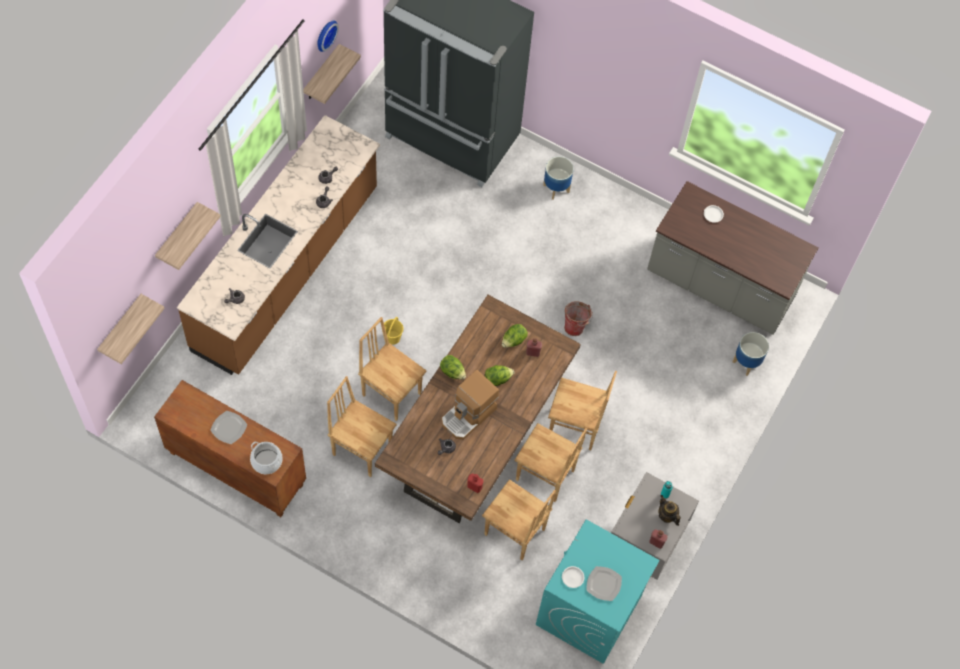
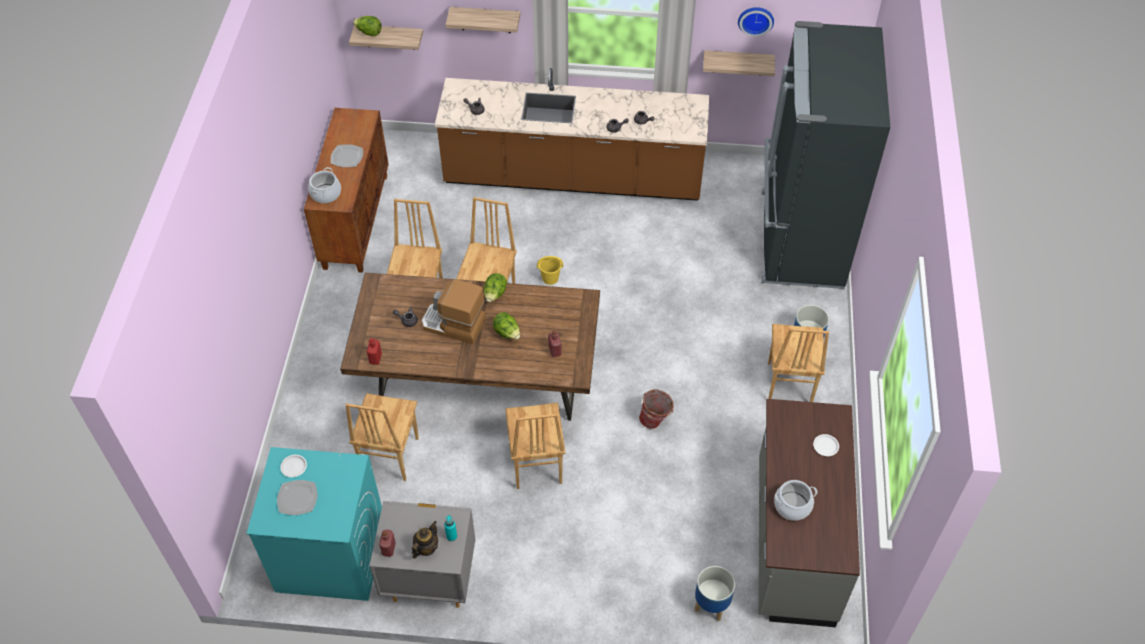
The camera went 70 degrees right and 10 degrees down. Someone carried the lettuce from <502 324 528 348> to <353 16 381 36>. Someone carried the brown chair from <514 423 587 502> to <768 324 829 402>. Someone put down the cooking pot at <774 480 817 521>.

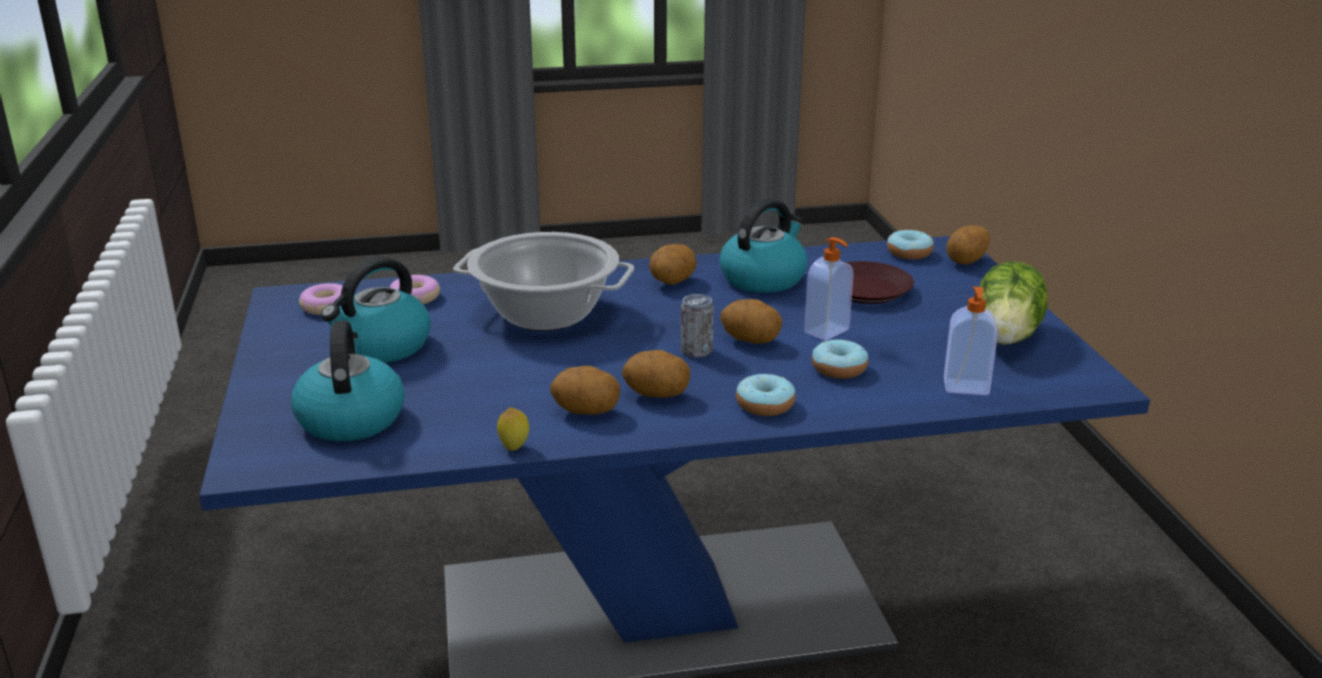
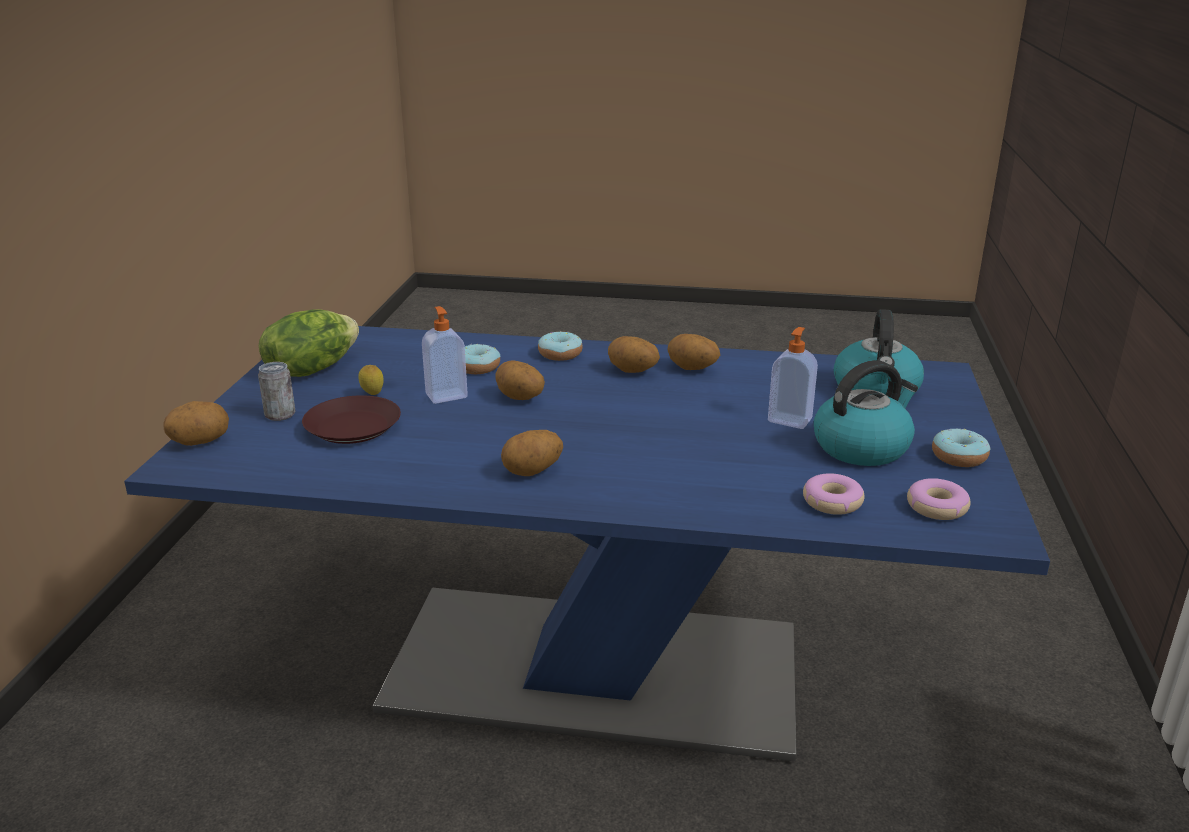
The camera went 160 degrees left and 0 degrees up. Someone took away the cooking pot at <453 232 634 331>. Someone carried the lemon from <497 407 529 451> to <358 365 384 395>. Someone carried the can from <681 294 714 358> to <258 362 296 421>. Someone took away the kettle at <720 199 807 293>. Someone carried the donut from <887 230 934 260> to <932 429 990 467>. Someone carried the soap dispenser from <944 287 998 395> to <768 327 818 429>.

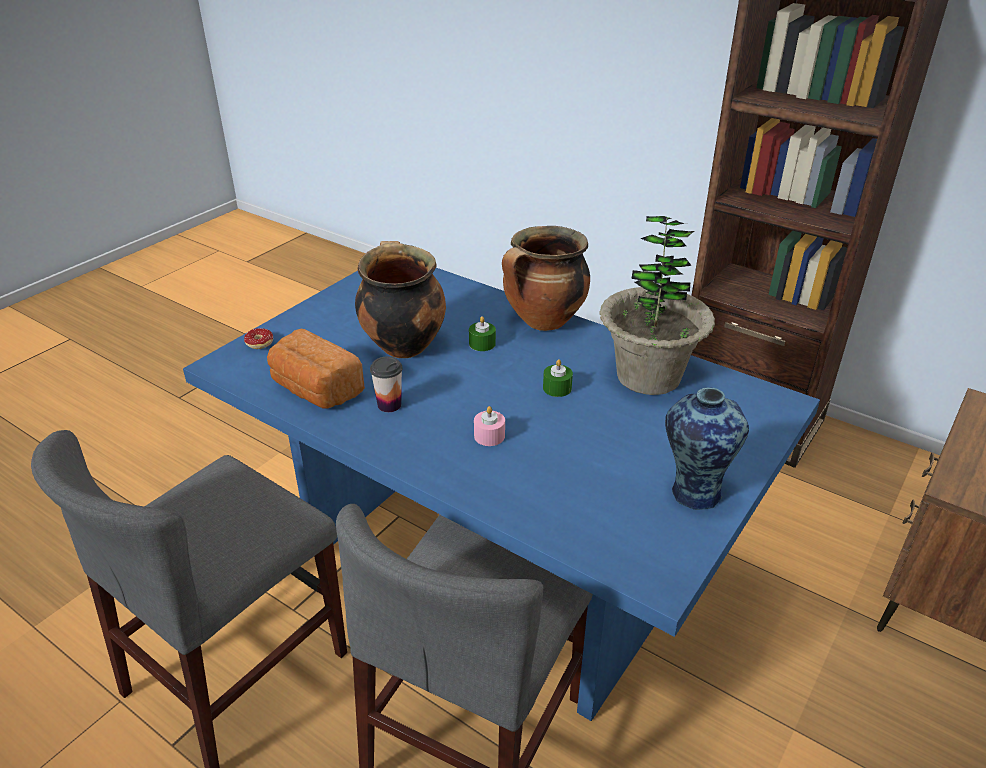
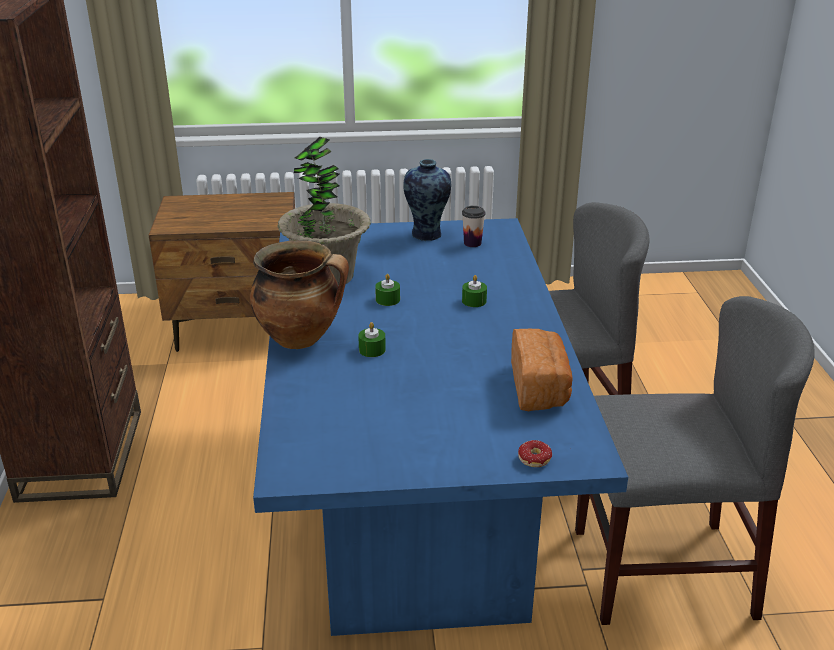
The camera went 130 degrees left and 5 degrees down. Someone took away the cooking pot at <355 241 446 358>. Someone carried the cup from <370 356 403 412> to <462 206 485 247>. Someone repainted the pink candle at <474 406 505 446>, which became the green candle at <462 275 487 307>.

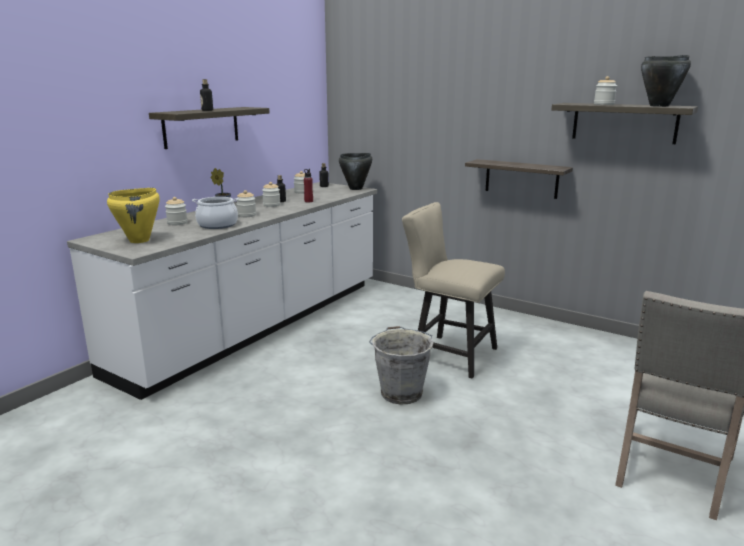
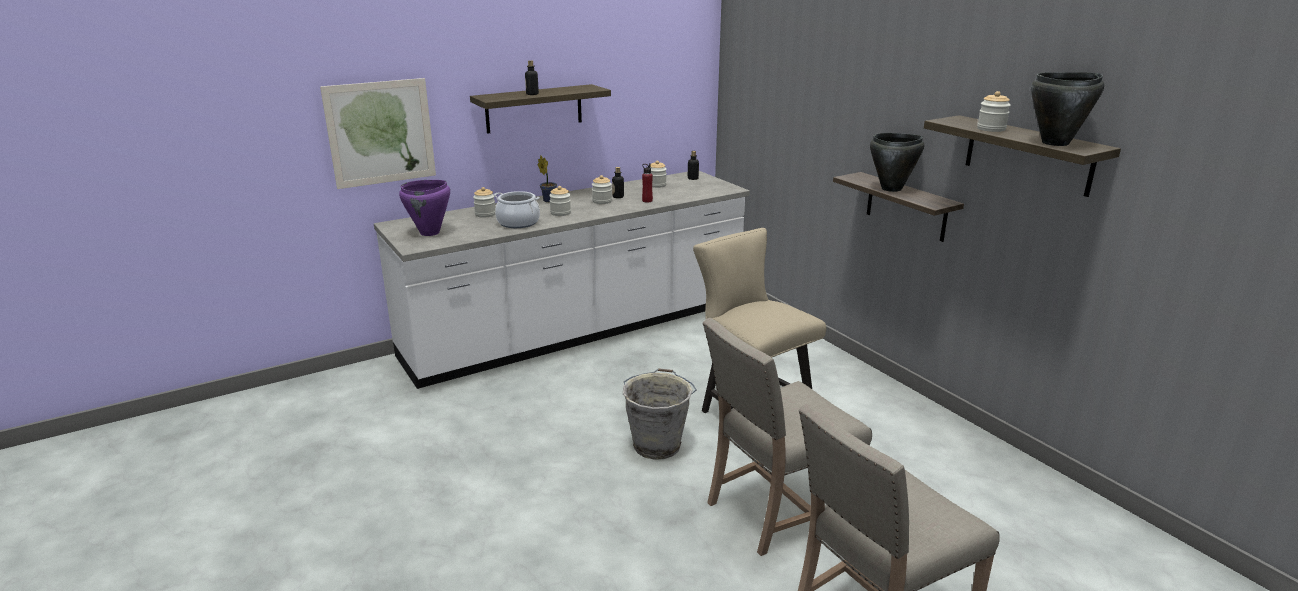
The camera went 25 degrees right and 5 degrees up. Someone repainted the yellow cooking pot at <107 188 160 243>, which became the purple cooking pot at <399 180 450 236>. Someone carried the black cooking pot from <339 153 372 190> to <870 133 924 192>. Someone put up the picture at <320 78 436 189>. Someone put down the beige chair at <703 318 872 556>.

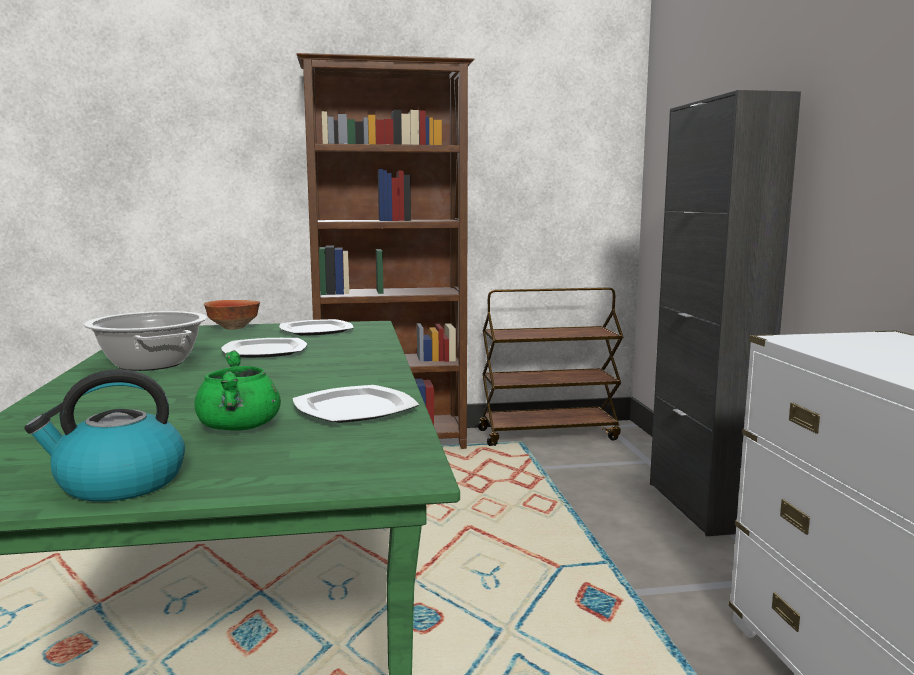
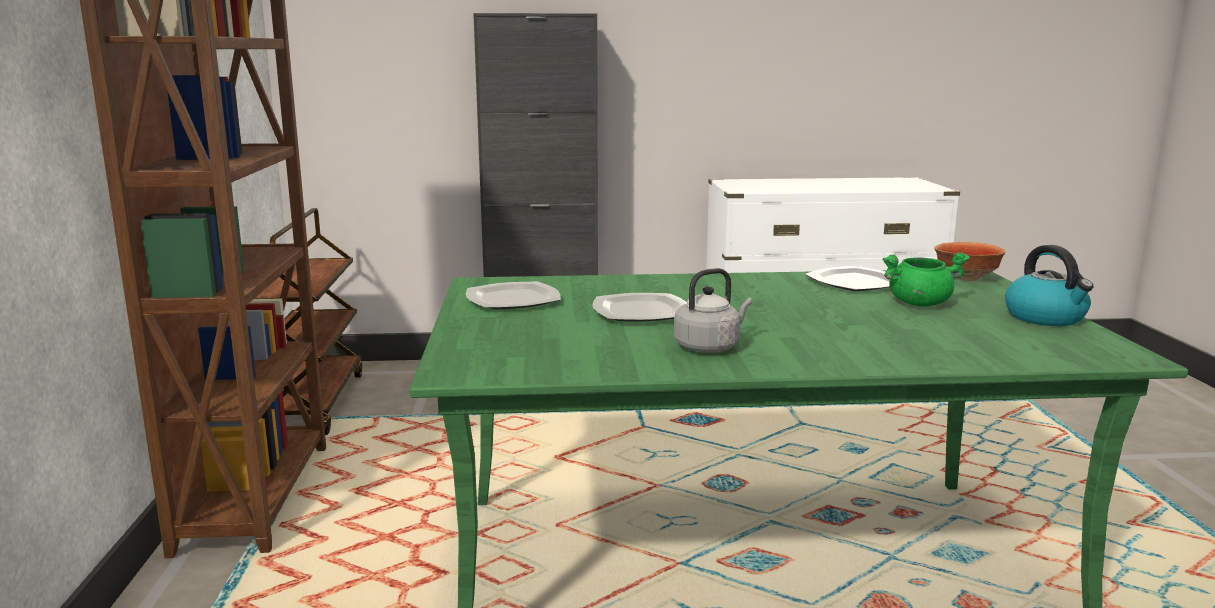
The camera went 85 degrees left and 5 degrees up. Someone swapped the cooking pot at <84 311 207 371> for the grey kettle at <674 268 753 353>. Someone carried the bowl from <204 300 260 330> to <934 242 1005 281>.

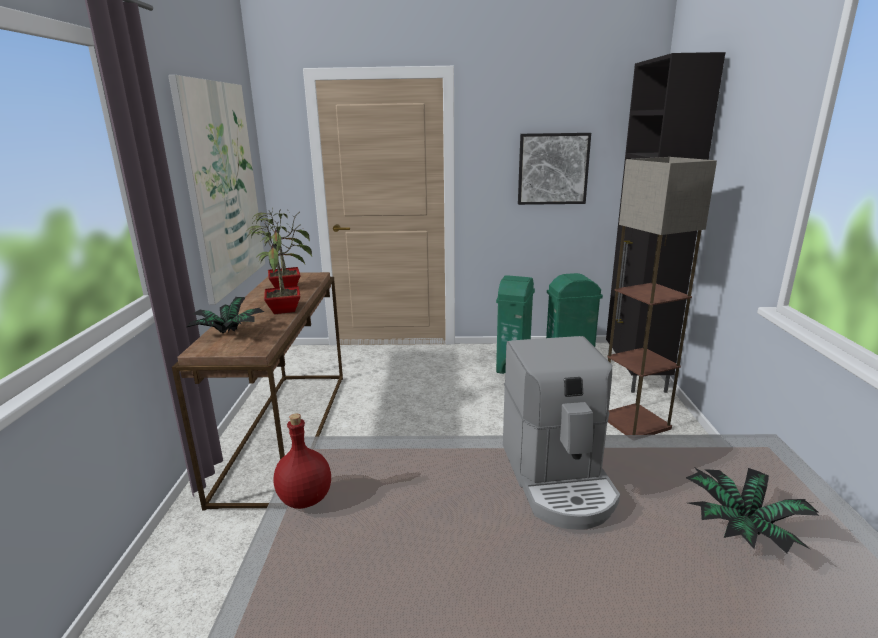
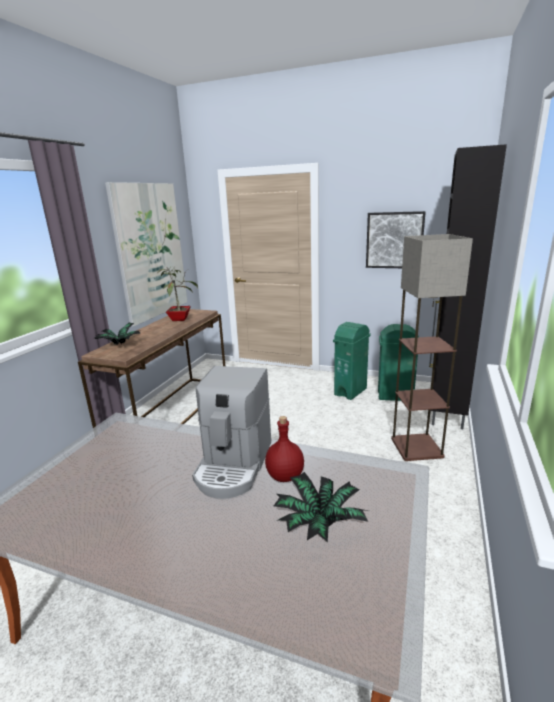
The camera went 20 degrees right and 0 degrees up. Someone took away the potted plant at <245 221 312 314>. Someone carried the red bottle from <274 413 331 509> to <265 416 304 482>.

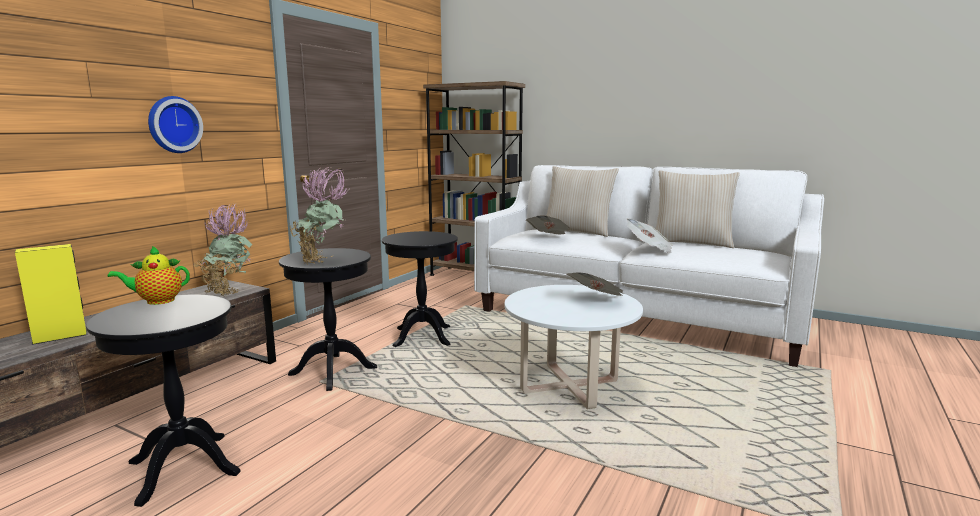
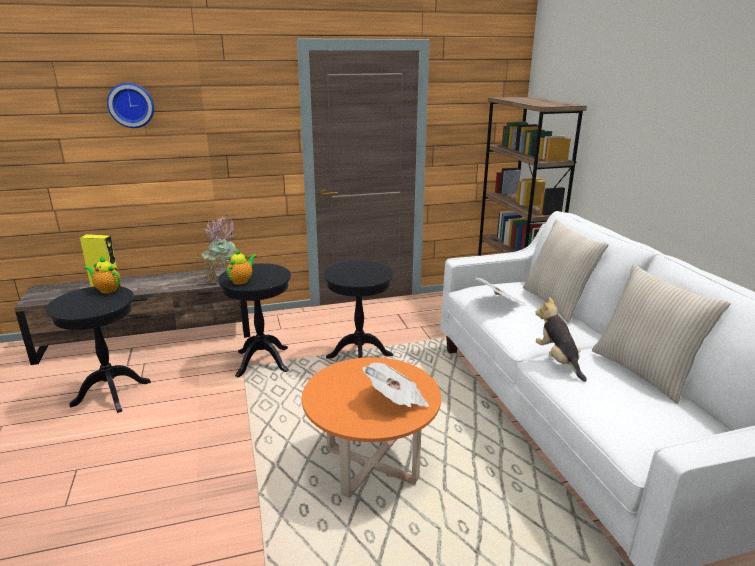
The camera went 45 degrees right and 10 degrees up. Someone carried the wall clock from <148 96 203 153> to <107 83 154 128>. Someone swapped the potted plant at <289 166 349 264> for the teapot at <227 249 257 285>. Someone repainted the white coffee table at <505 285 643 409>, which became the orange coffee table at <302 357 441 498>. Someone swapped the newspaper at <627 218 673 253> for the plush toy at <535 297 587 382>.

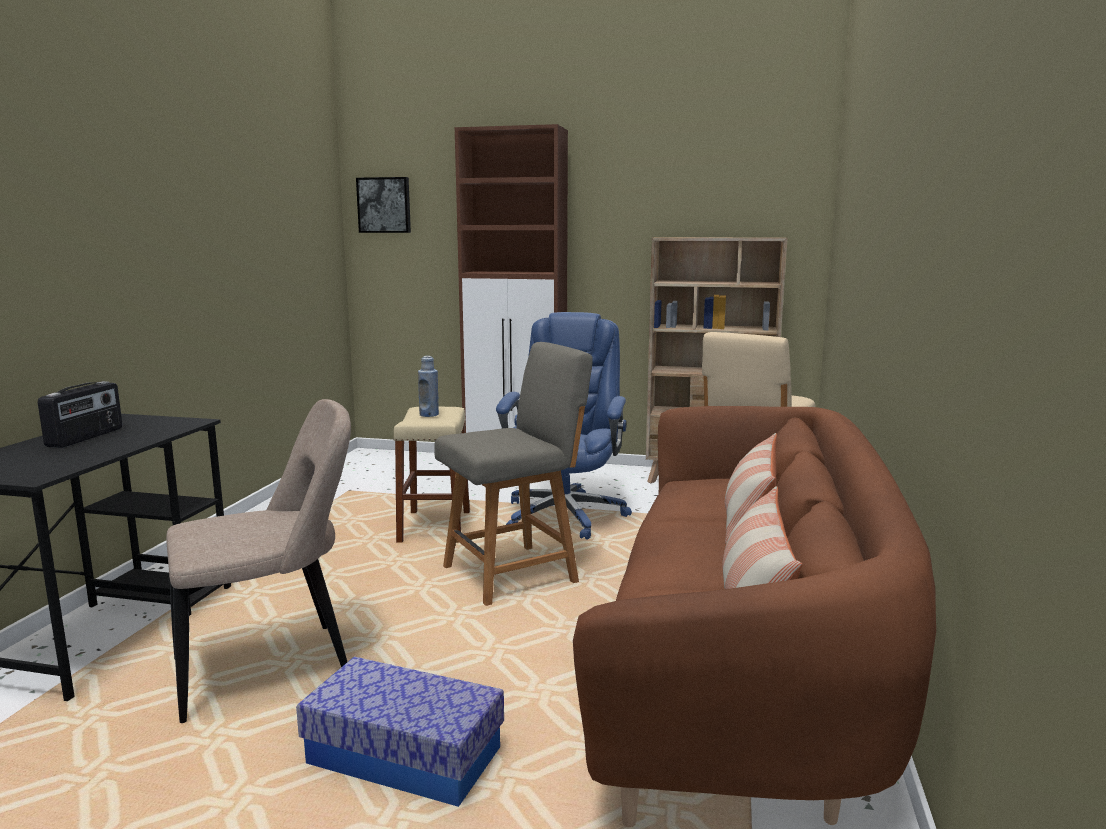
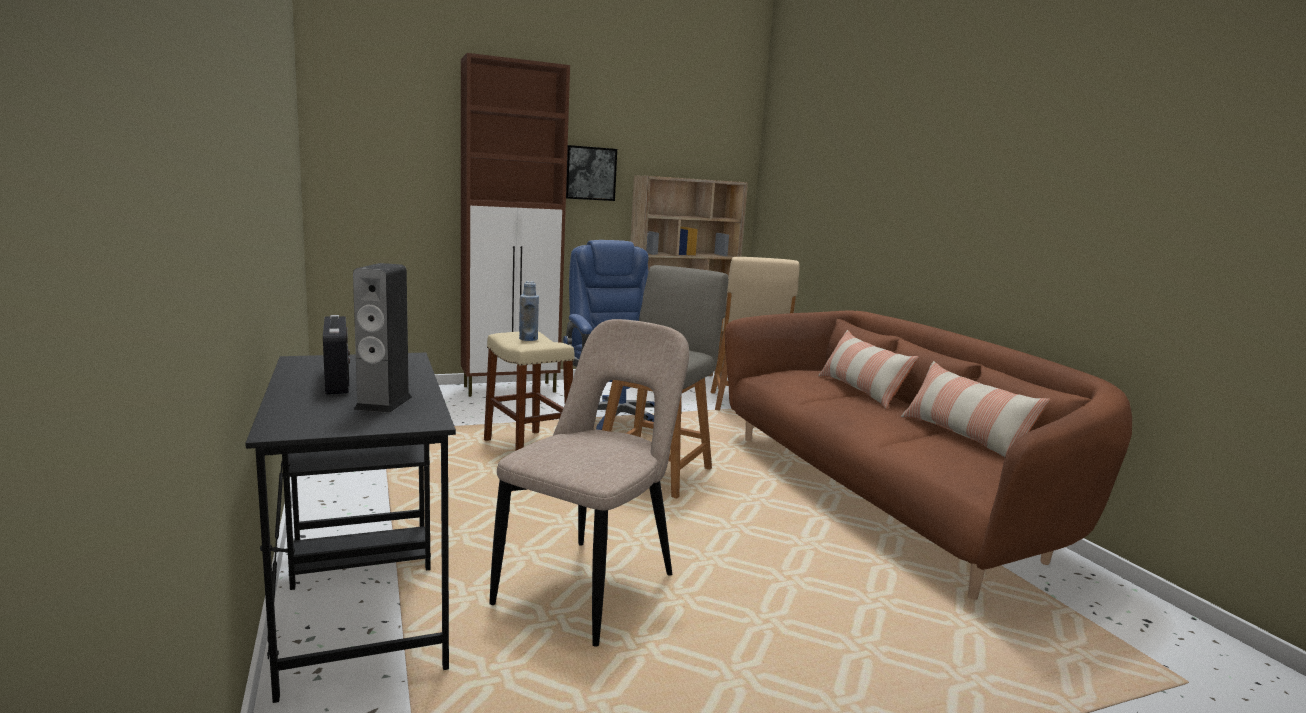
The camera went 35 degrees left and 0 degrees up. Someone took away the storage box at <296 657 504 807>. Someone carried the picture from <356 177 411 233> to <566 145 617 201>. Someone put down the speaker at <353 263 412 413>.

